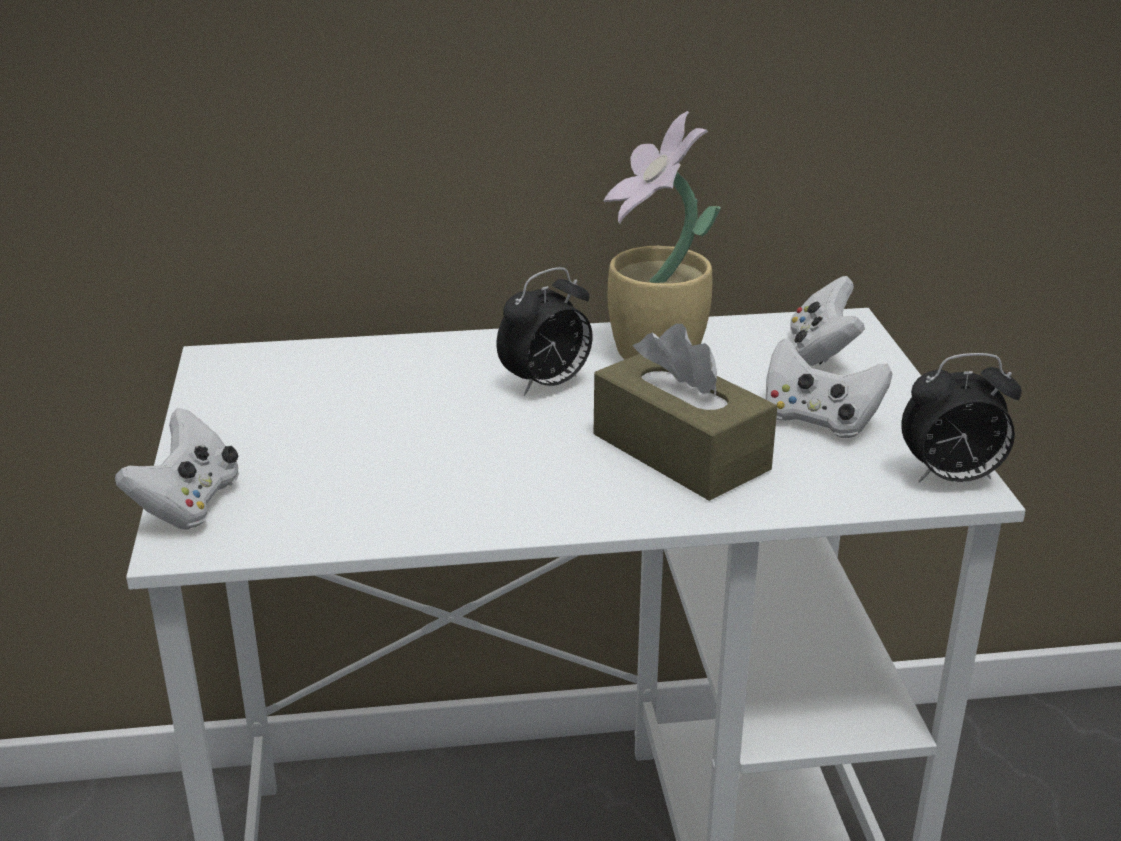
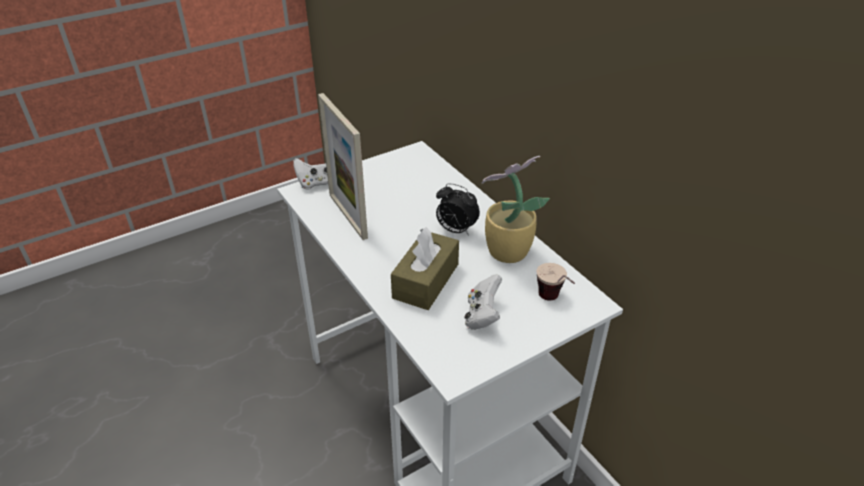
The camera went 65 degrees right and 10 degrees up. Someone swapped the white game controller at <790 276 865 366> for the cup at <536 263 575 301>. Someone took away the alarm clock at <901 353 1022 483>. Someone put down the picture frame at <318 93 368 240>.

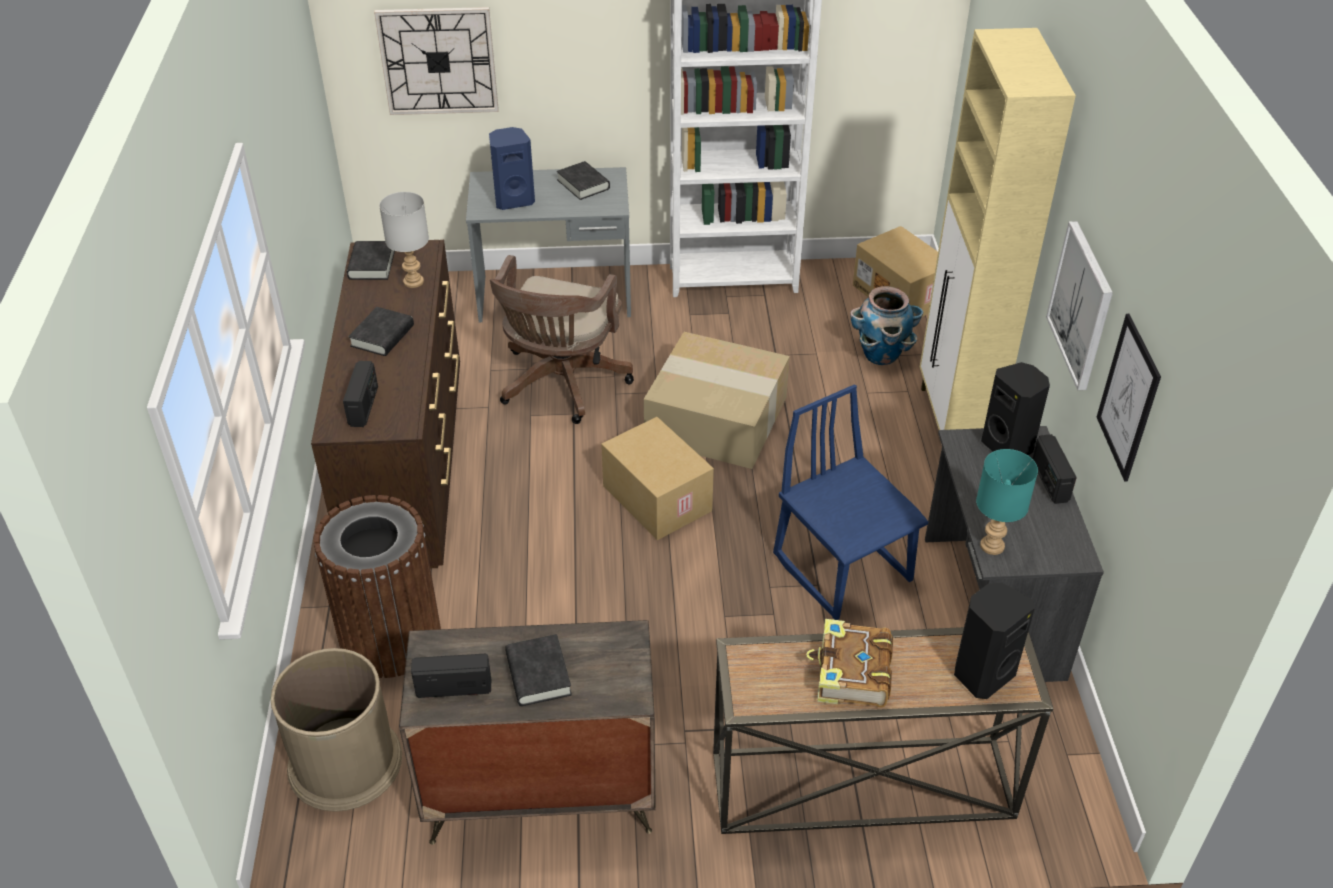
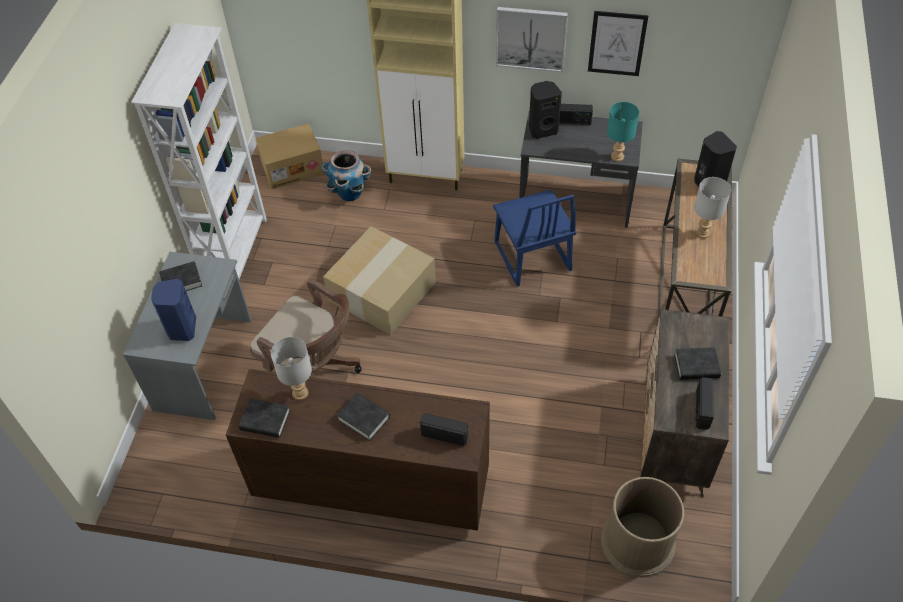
The camera went 75 degrees left and 10 degrees up. Someone took away the brown trash can at <313 495 441 678>. Someone took away the wall clock at <374 7 499 115>. Someone took away the cardboard box at <601 417 714 540>. Someone rotated the blue chair at <773 384 928 620> by 90 degrees counterclockwise. Someone swapped the book at <806 619 893 707> for the grey table lamp at <694 177 731 238>.

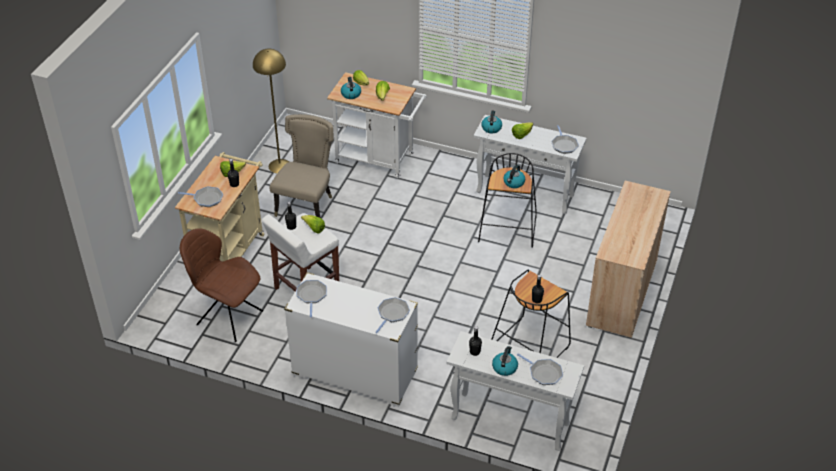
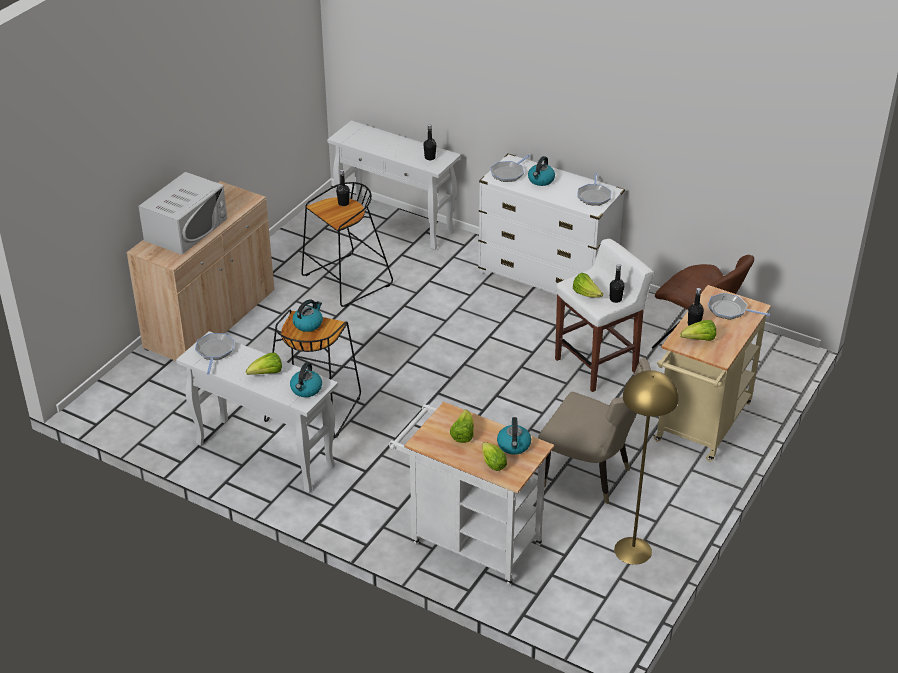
The camera went 170 degrees left and 5 degrees down. Someone rotated the beige chair at <270 114 334 218> by 90 degrees counterclockwise. Someone carried the kettle from <492 346 518 376> to <528 156 555 186>. Someone took away the frying pan at <517 354 563 385>. Someone put down the white microwave at <138 172 227 255>.

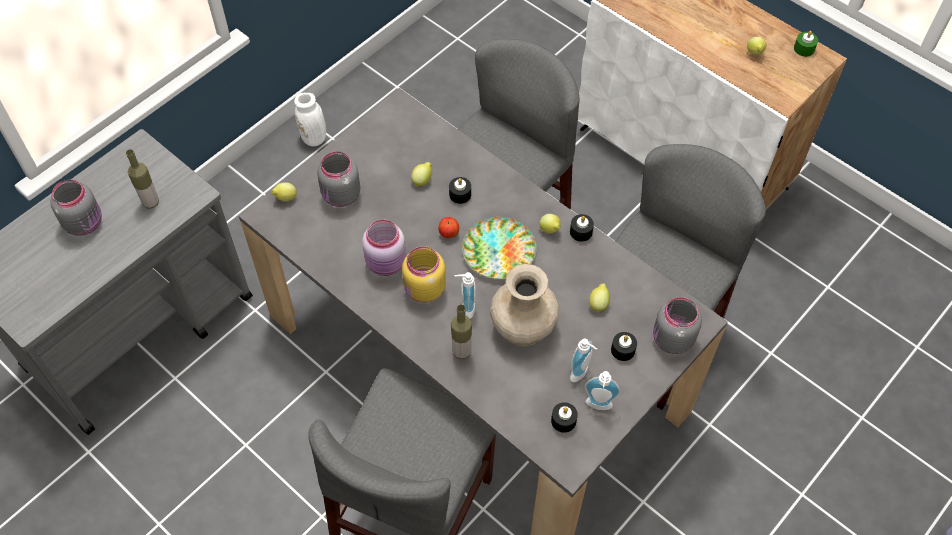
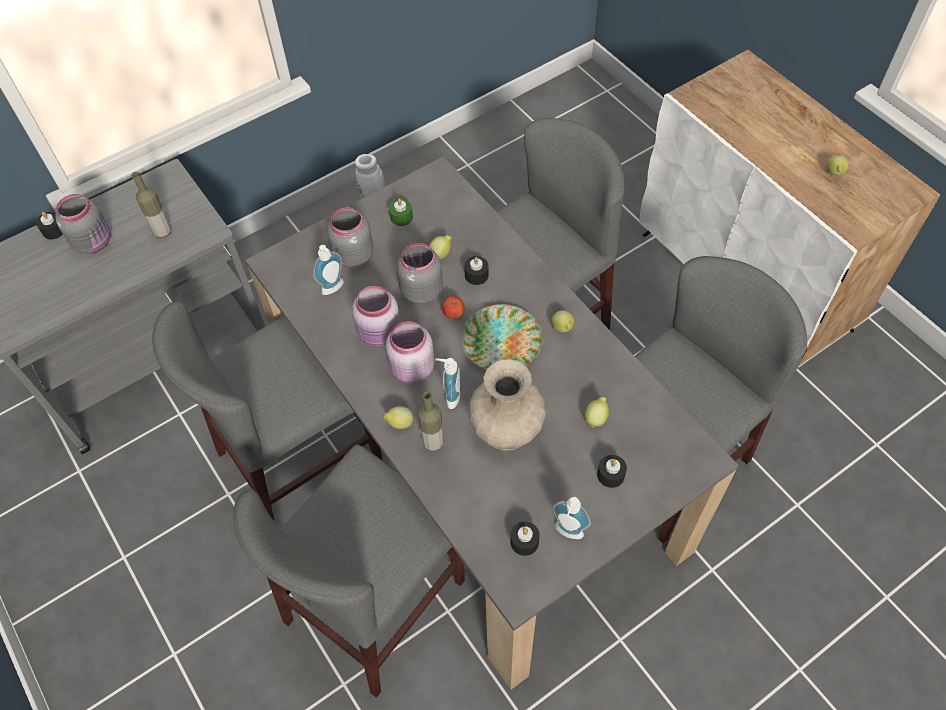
The camera went 15 degrees right and 0 degrees up. Someone carried the lemon from <271 182 297 201> to <383 406 414 429>. Someone repainted the yellow jar at <402 246 446 303>, which became the pink jar at <386 321 434 383>. Someone carried the black candle from <570 214 594 242> to <36 212 63 239>. Someone carried the soap dispenser from <570 338 597 382> to <313 245 344 295>. Someone carried the grey jar from <653 297 702 354> to <397 243 443 304>. Someone carried the green candle from <794 31 818 57> to <389 198 413 226>. Someone put down the grey chair at <152 301 382 520>.

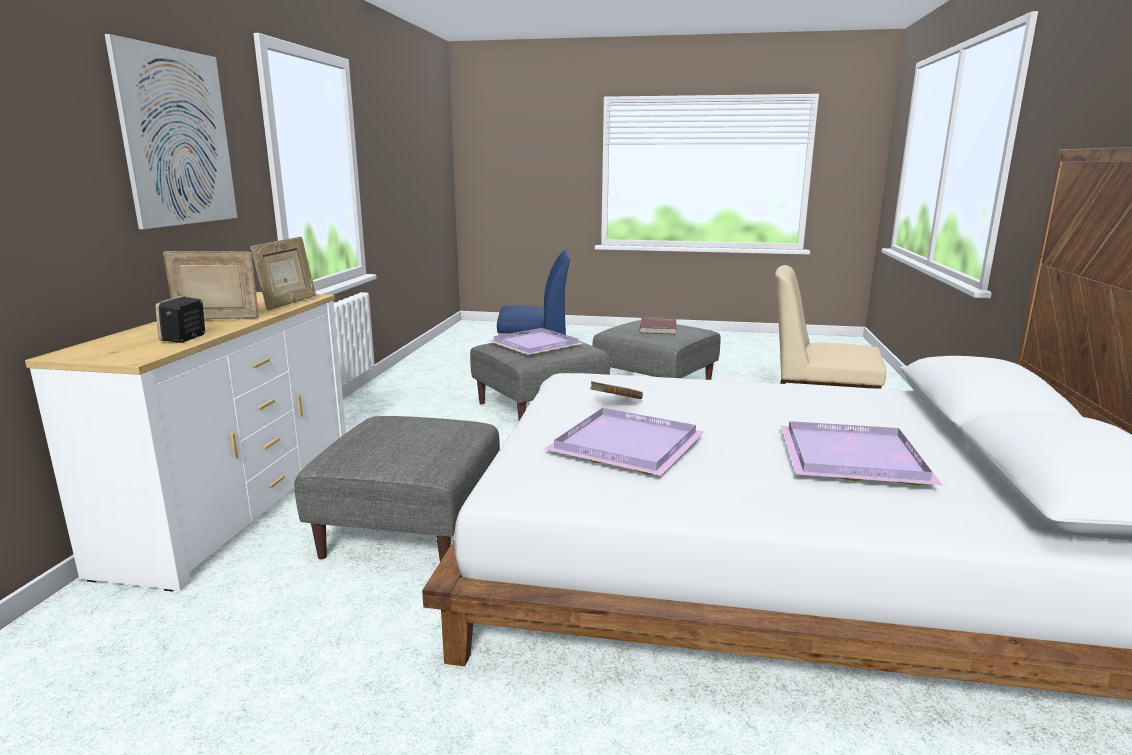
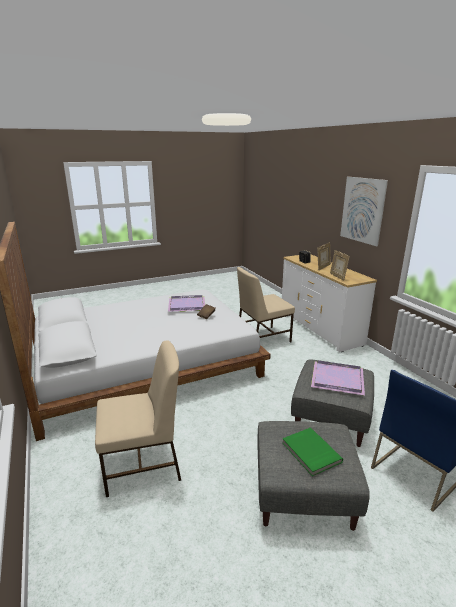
The camera went 145 degrees right and 5 degrees up. Someone swapped the grey ottoman at <294 416 500 561> for the beige chair at <237 267 295 342>. Someone repainted the red book at <639 317 677 334>, which became the green book at <282 428 343 476>. Someone took away the purple tray at <781 421 942 486>.

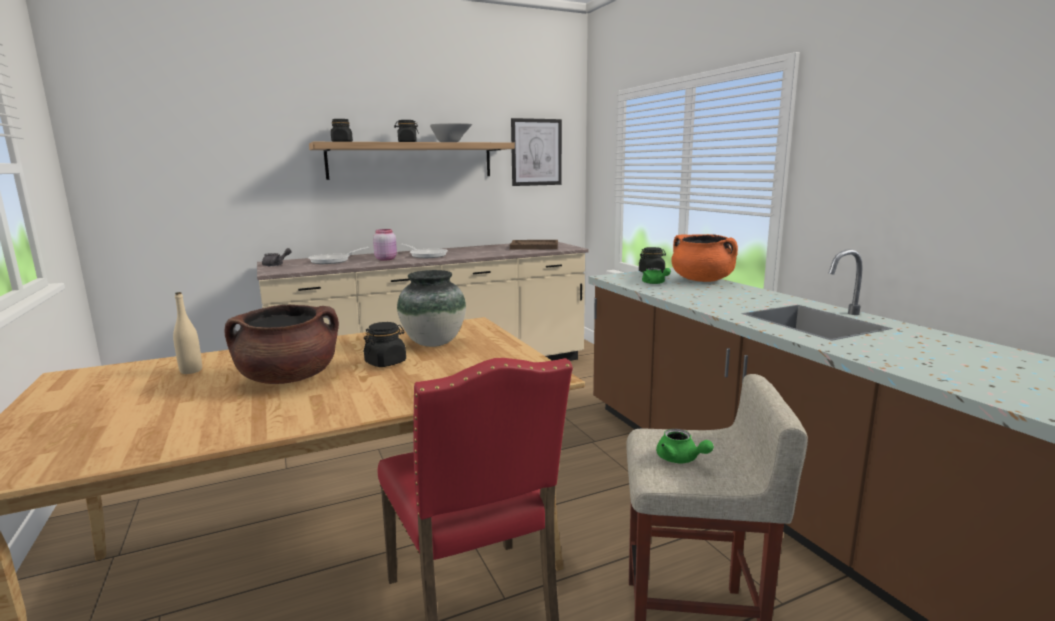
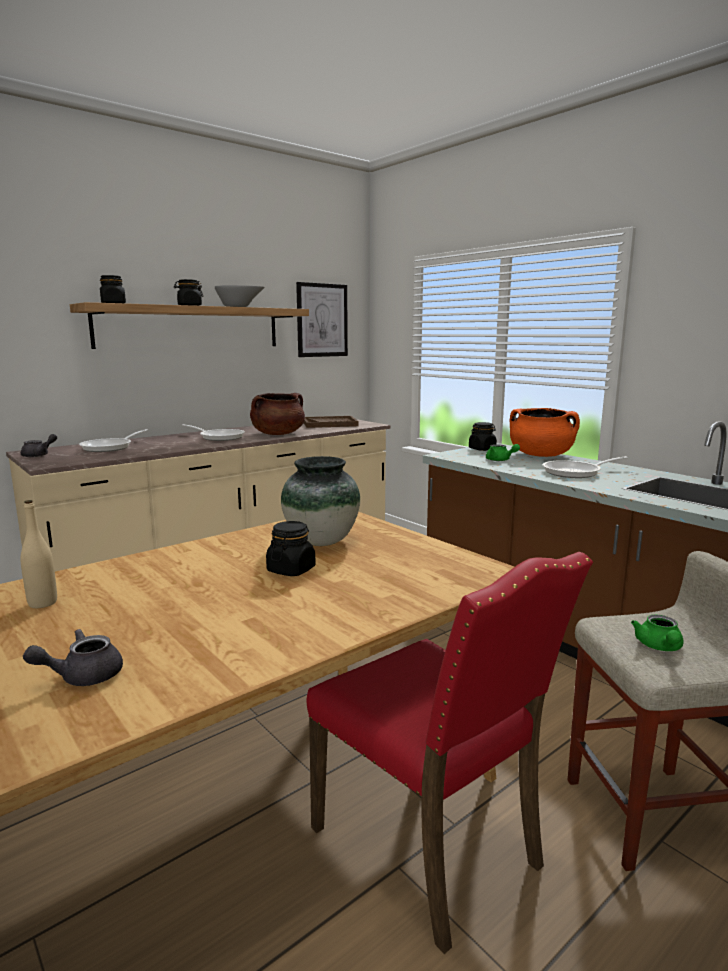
The camera went 15 degrees left and 0 degrees up. Someone carried the brown cooking pot from <224 304 339 384> to <250 393 305 435>. Someone took away the pink jar at <373 229 397 261>. Someone rotated the green teapot at <656 429 714 463> by 60 degrees clockwise. Someone put down the grey teapot at <23 629 123 686>. Someone put down the frying pan at <543 456 628 478>.

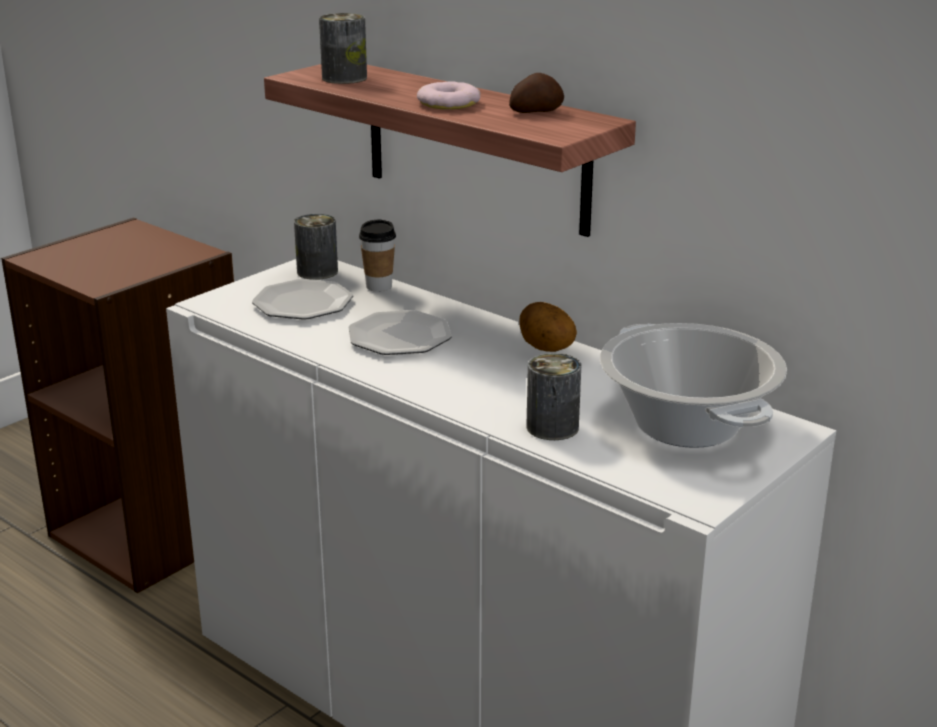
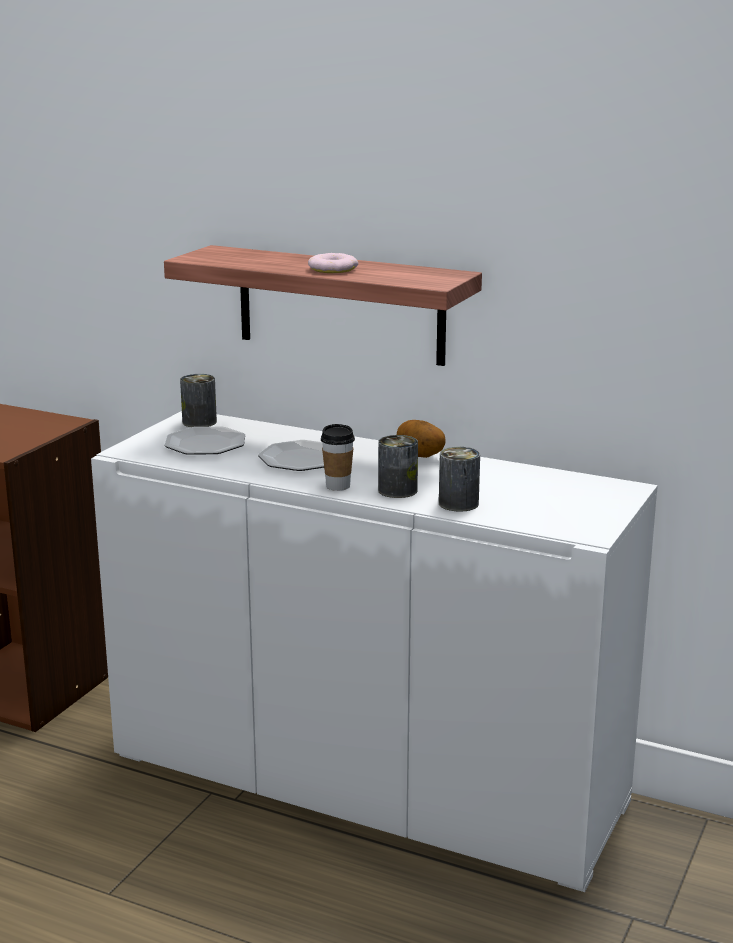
The camera went 15 degrees left and 5 degrees down. Someone carried the can from <319 13 367 84> to <378 435 418 498>. Someone carried the cup from <359 220 396 292> to <321 424 355 491>. Someone took away the potato at <509 73 564 113>. Someone took away the cooking pot at <600 323 787 448>.

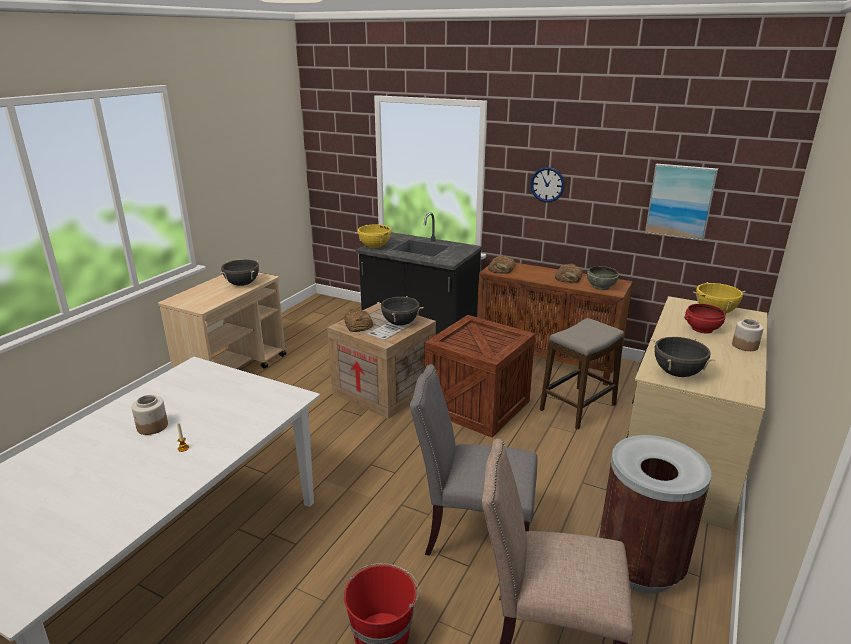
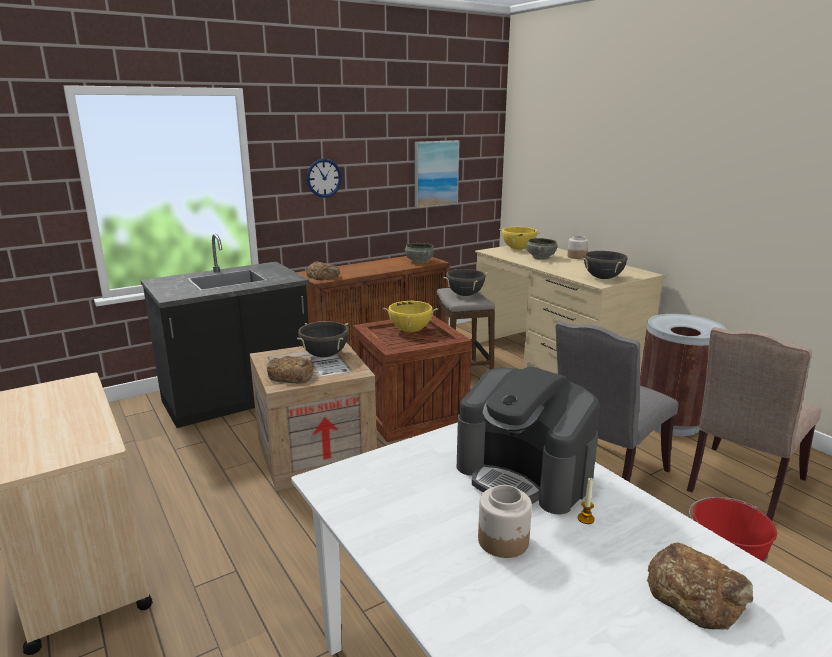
The camera went 60 degrees left and 5 degrees down. Someone carried the black cooking pot from <221 259 259 286> to <443 269 488 296>. Someone carried the yellow cooking pot from <355 224 393 248> to <383 300 438 332>. Someone carried the bread from <555 264 583 283> to <647 543 753 630>. Someone repainted the red bowl at <684 304 726 333>, which became the grey bowl at <527 238 557 260>. Someone put down the coffee machine at <457 366 599 514>.

